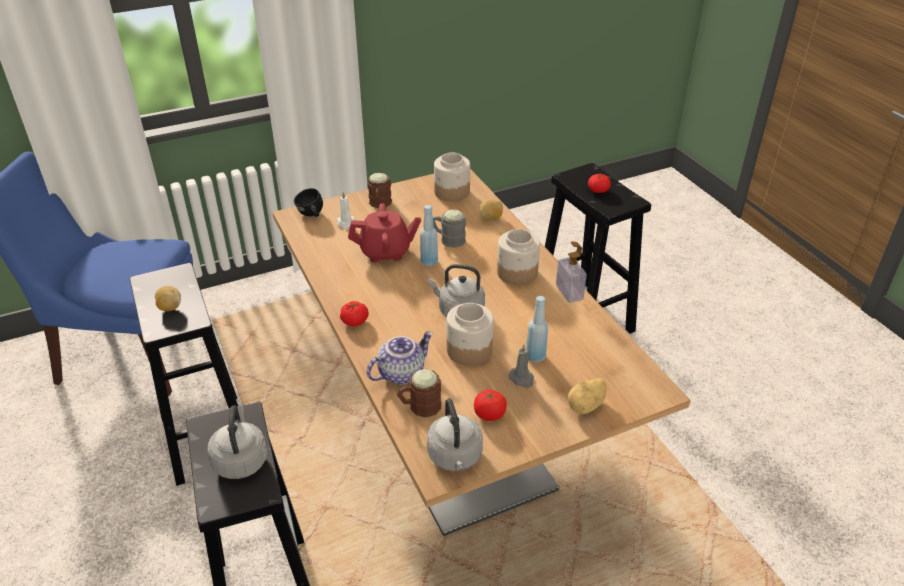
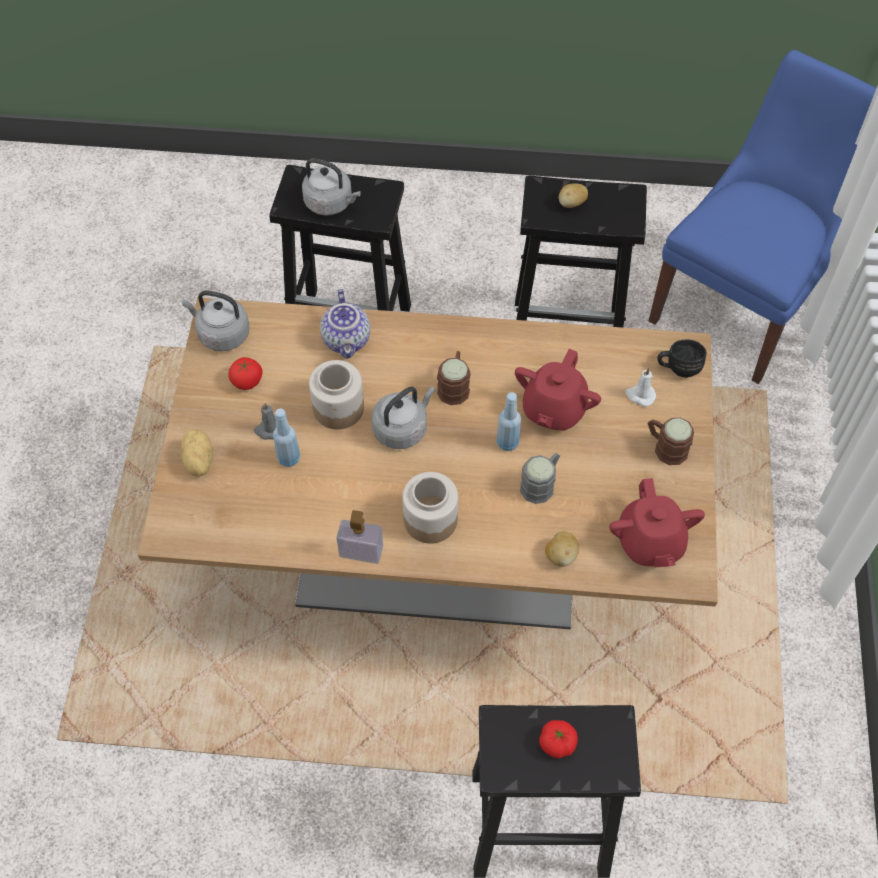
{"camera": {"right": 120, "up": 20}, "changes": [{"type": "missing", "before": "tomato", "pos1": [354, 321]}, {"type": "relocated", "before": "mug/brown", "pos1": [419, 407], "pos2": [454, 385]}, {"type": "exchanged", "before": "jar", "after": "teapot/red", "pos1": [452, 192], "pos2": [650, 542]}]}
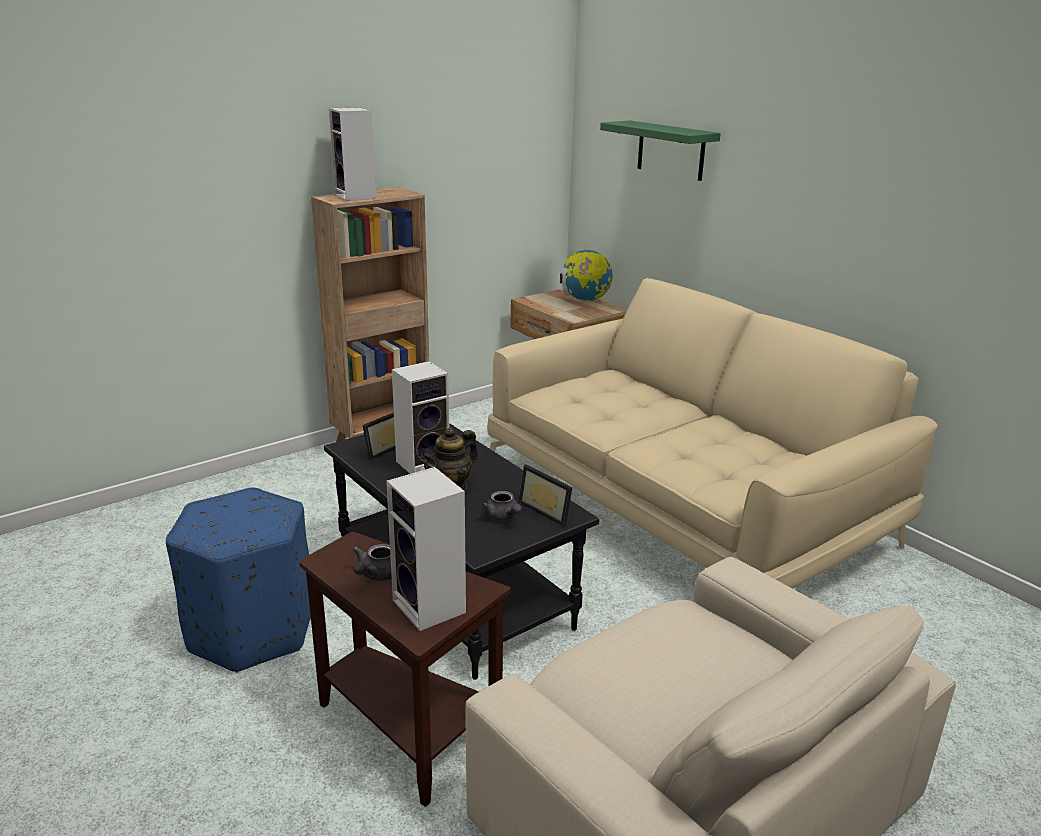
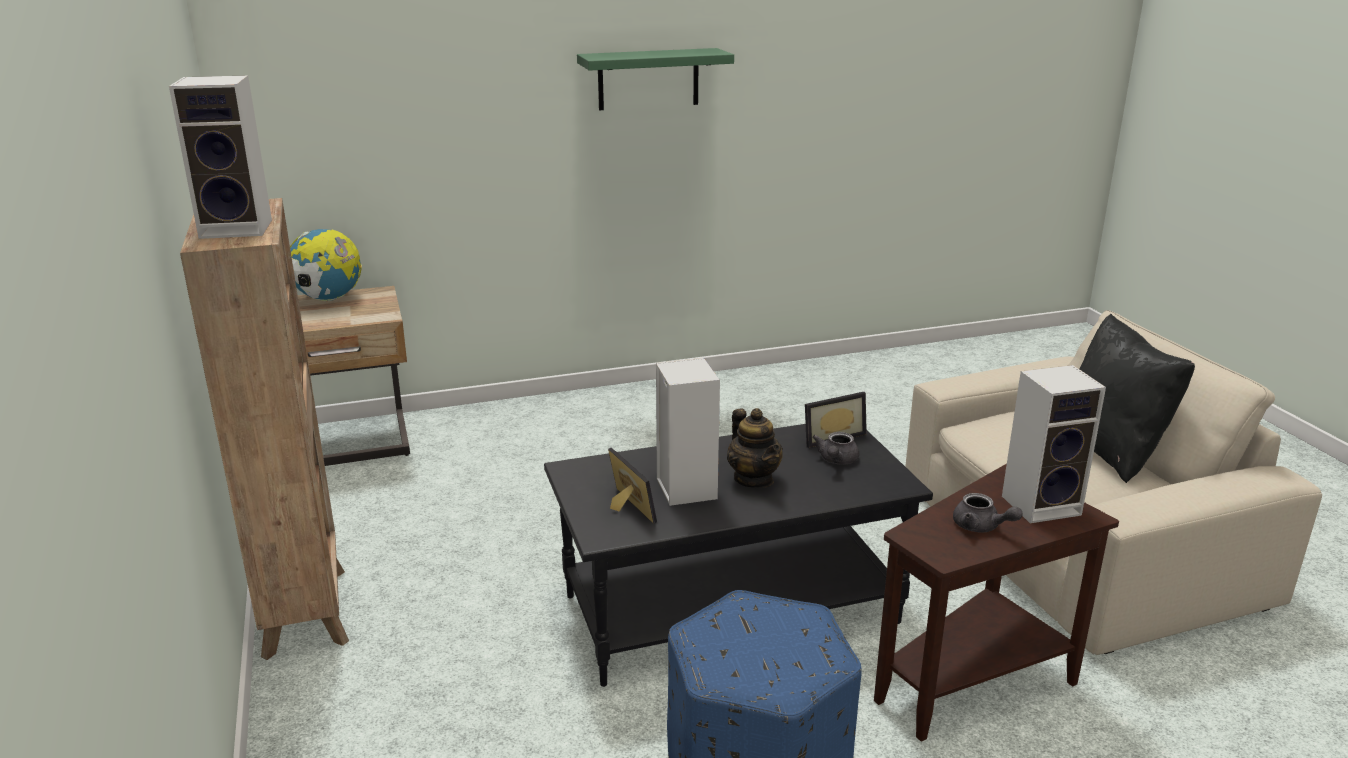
{"camera": {"right": -70, "up": 0}, "changes": [{"type": "spun", "before": "teapot/grey", "pos1": [503, 517], "pos2": [836, 460], "turn": 120}, {"type": "missing", "before": "sofa/beige", "pos1": [682, 507]}, {"type": "relocated", "before": "shelf/green", "pos1": [671, 150], "pos2": [648, 79]}, {"type": "appeared", "after": "pillow/black", "pos2": [1109, 449]}]}
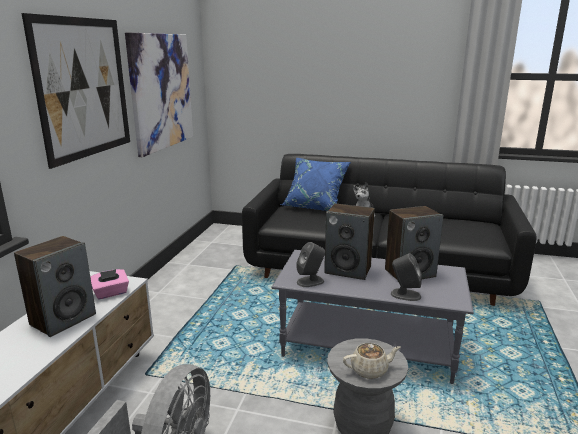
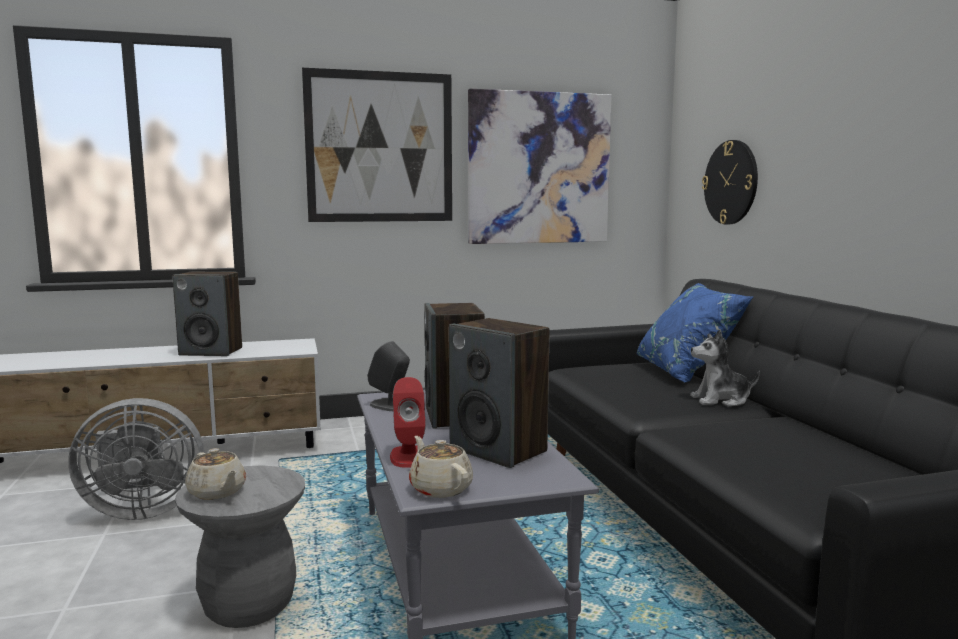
{"camera": {"right": 60, "up": -10}, "changes": [{"type": "missing", "before": "tissue box/pink", "pos1": [111, 293]}, {"type": "colour", "before": "speaker/grey", "after": "speaker/red", "pos1": [405, 295], "pos2": [409, 456]}, {"type": "appeared", "after": "teapot/beige", "pos2": [440, 488]}, {"type": "appeared", "after": "wall clock", "pos2": [731, 182]}]}
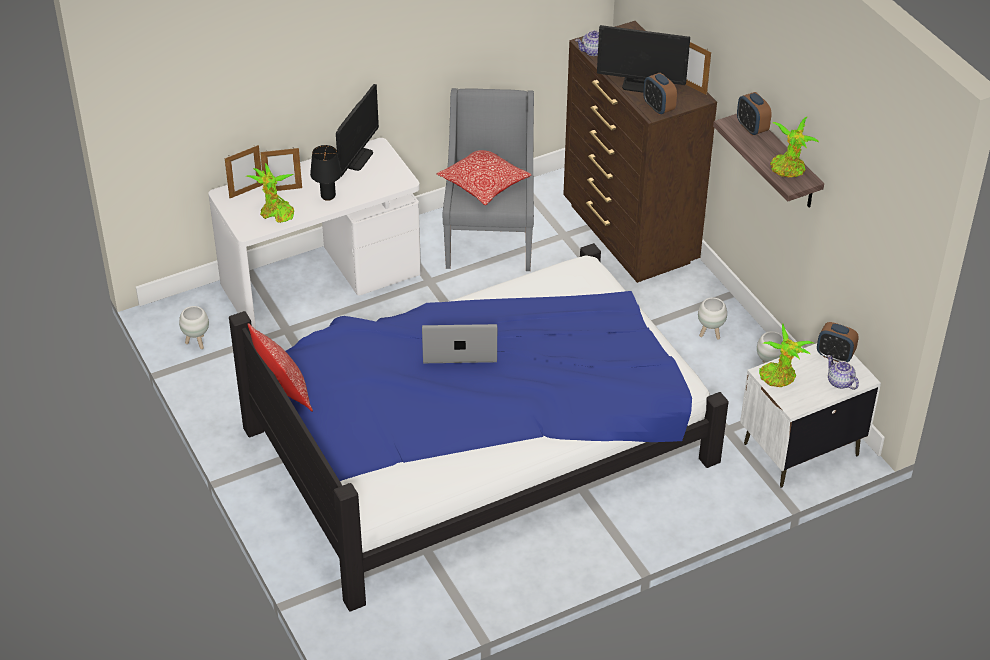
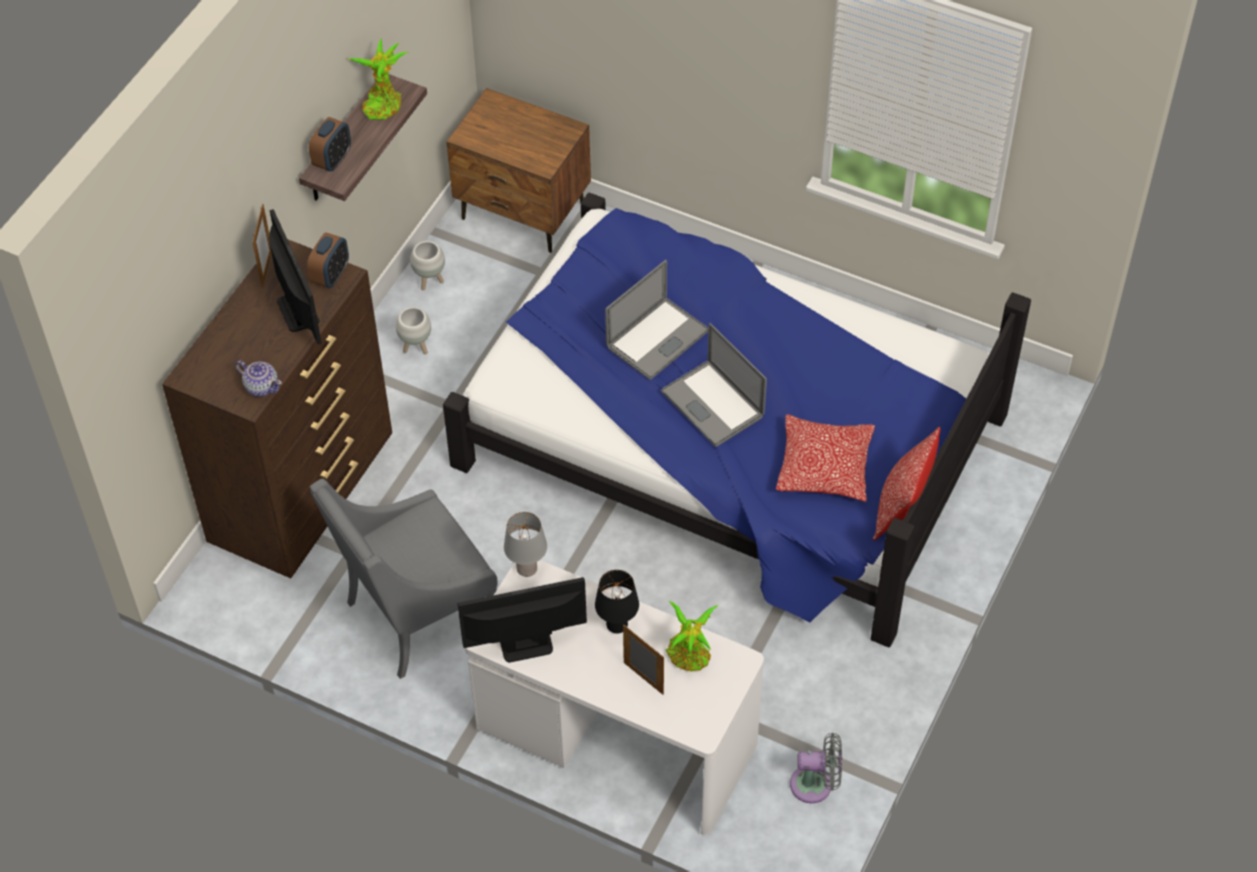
{"camera": {"right": -125, "up": 10}, "changes": [{"type": "exchanged", "before": "planter/white", "after": "fan/grey", "pos1": [197, 342], "pos2": [816, 784]}, {"type": "missing", "before": "picture frame", "pos1": [246, 191]}, {"type": "relocated", "before": "pillow", "pos1": [484, 184], "pos2": [824, 467]}, {"type": "colour", "before": "nightstand/white", "after": "nightstand/brown", "pos1": [800, 449], "pos2": [523, 212]}, {"type": "missing", "before": "potted plant", "pos1": [780, 377]}, {"type": "missing", "before": "alarm clock", "pos1": [834, 356]}, {"type": "missing", "before": "teapot", "pos1": [840, 382]}, {"type": "appeared", "after": "table lamp/grey", "pos2": [526, 569]}, {"type": "appeared", "after": "laptop", "pos2": [657, 339]}]}
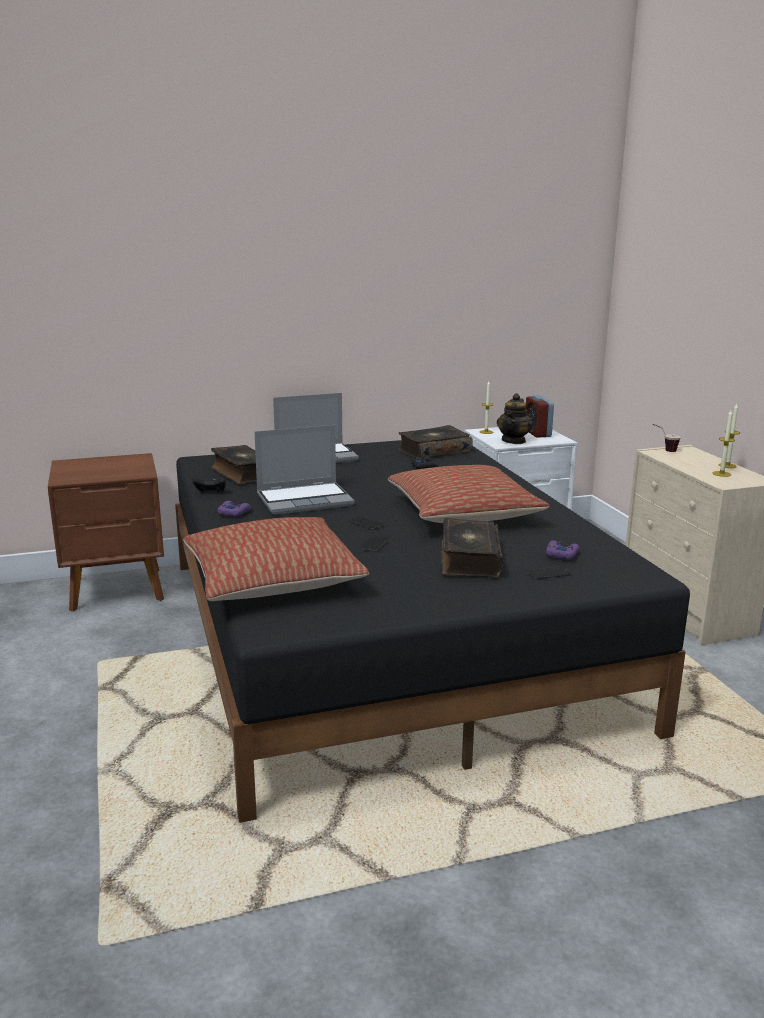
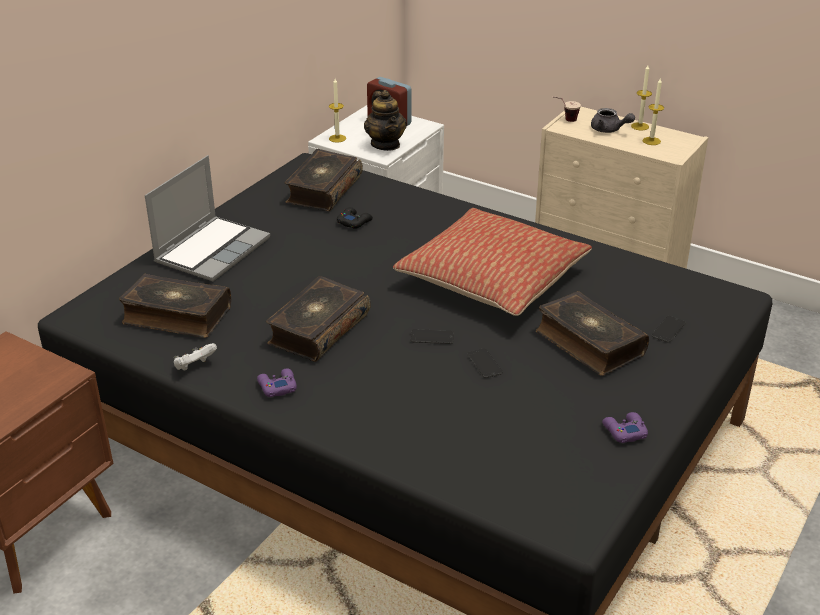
{"camera": {"right": -40, "up": 15}, "changes": [{"type": "missing", "before": "pillow", "pos1": [272, 580]}, {"type": "colour", "before": "game controller/black", "after": "game controller/white", "pos1": [210, 493], "pos2": [194, 366]}, {"type": "exchanged", "before": "laptop", "after": "book", "pos1": [305, 500], "pos2": [317, 329]}, {"type": "relocated", "before": "game controller/purple", "pos1": [561, 554], "pos2": [624, 431]}, {"type": "appeared", "after": "teapot/grey", "pos2": [609, 130]}]}
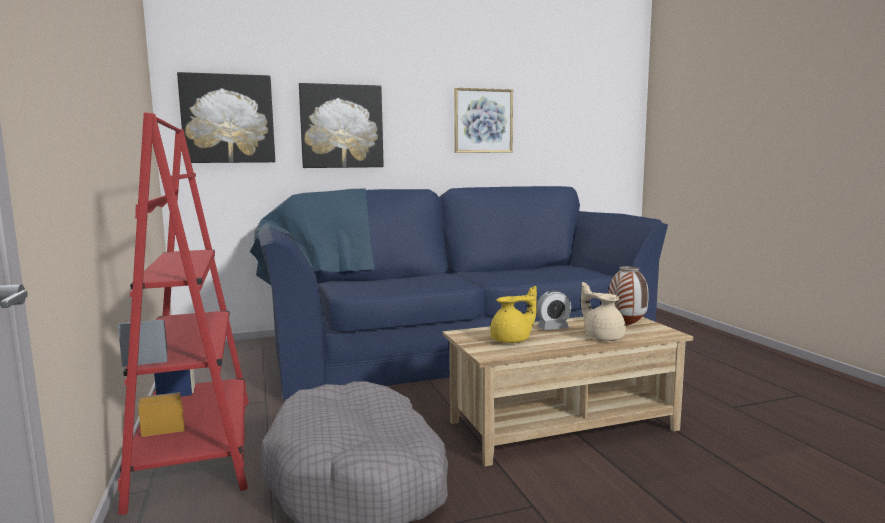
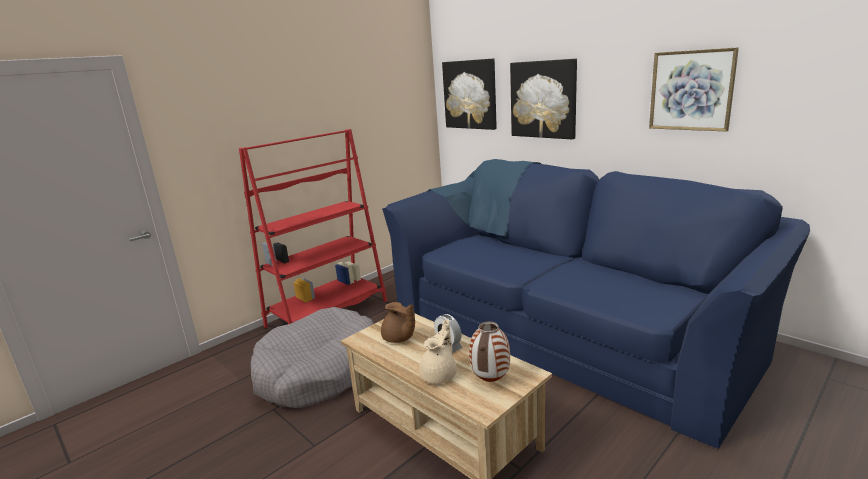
{"camera": {"right": 65, "up": 10}, "changes": [{"type": "colour", "before": "teapot/yellow", "after": "teapot/brown", "pos1": [512, 340], "pos2": [399, 338]}]}
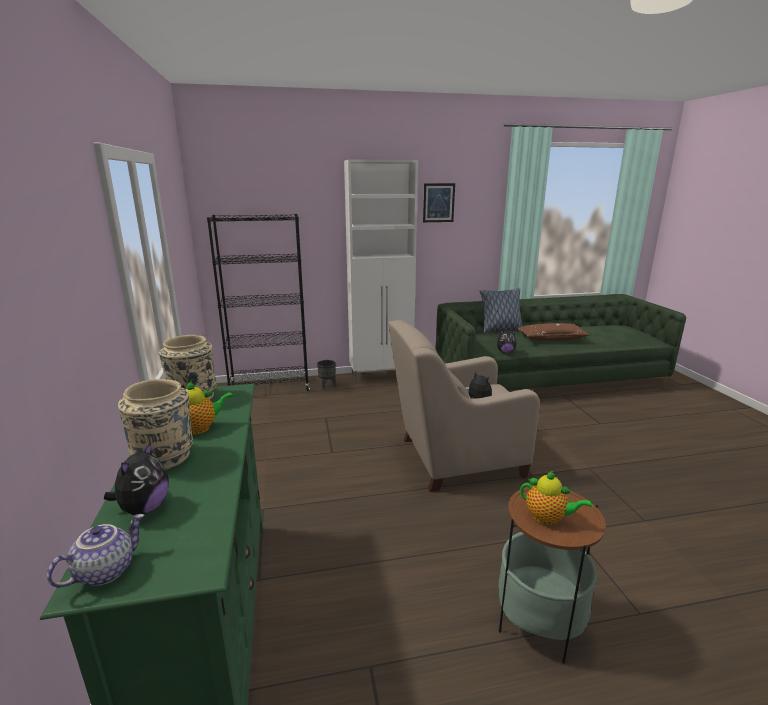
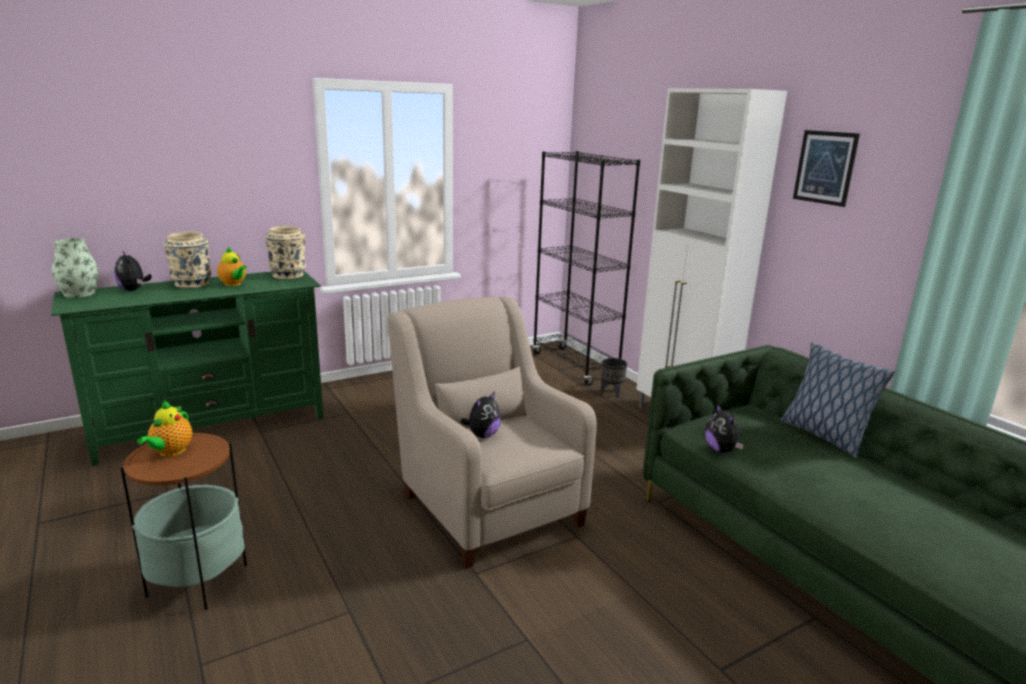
{"camera": {"right": 70, "up": 0}, "changes": [{"type": "exchanged", "before": "teapot", "after": "vase", "pos1": [105, 570], "pos2": [80, 293]}, {"type": "spun", "before": "plush toy", "pos1": [144, 508], "pos2": [133, 290], "turn": 60}, {"type": "missing", "before": "pillow/brown", "pos1": [551, 338]}]}
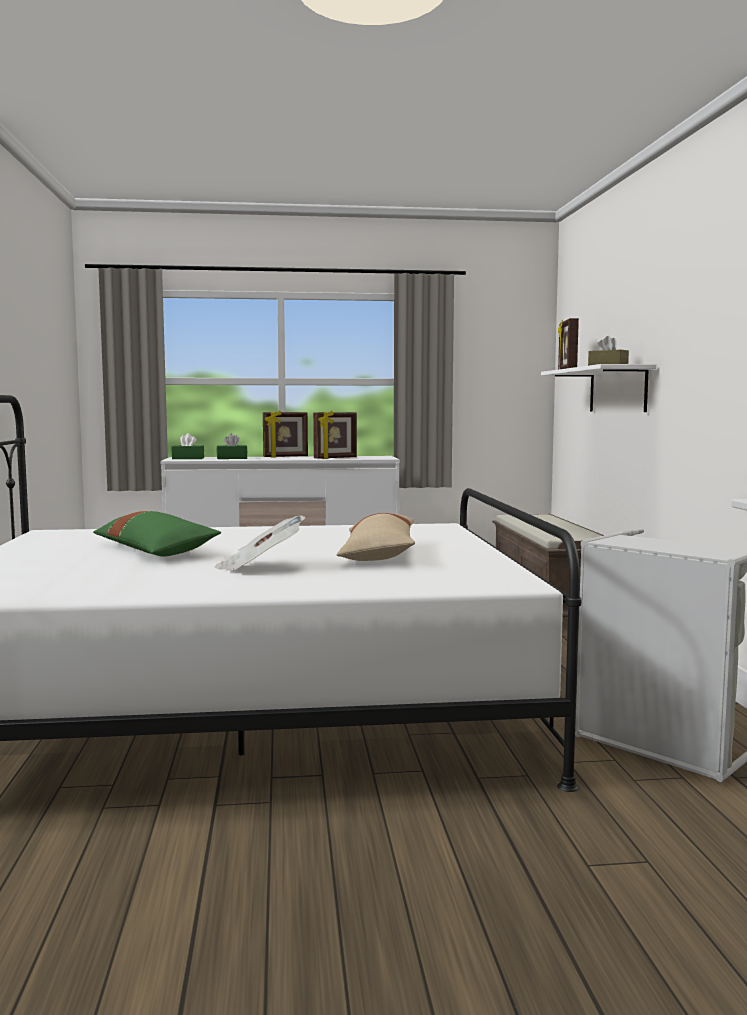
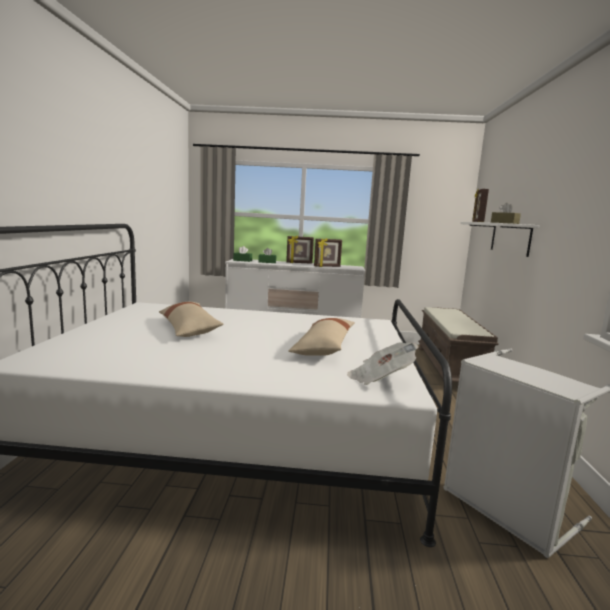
{"camera": {"right": 10, "up": 5}, "changes": [{"type": "colour", "before": "pillow/green", "after": "pillow/beige", "pos1": [155, 550], "pos2": [188, 328]}, {"type": "relocated", "before": "newspaper", "pos1": [259, 567], "pos2": [380, 379]}]}
